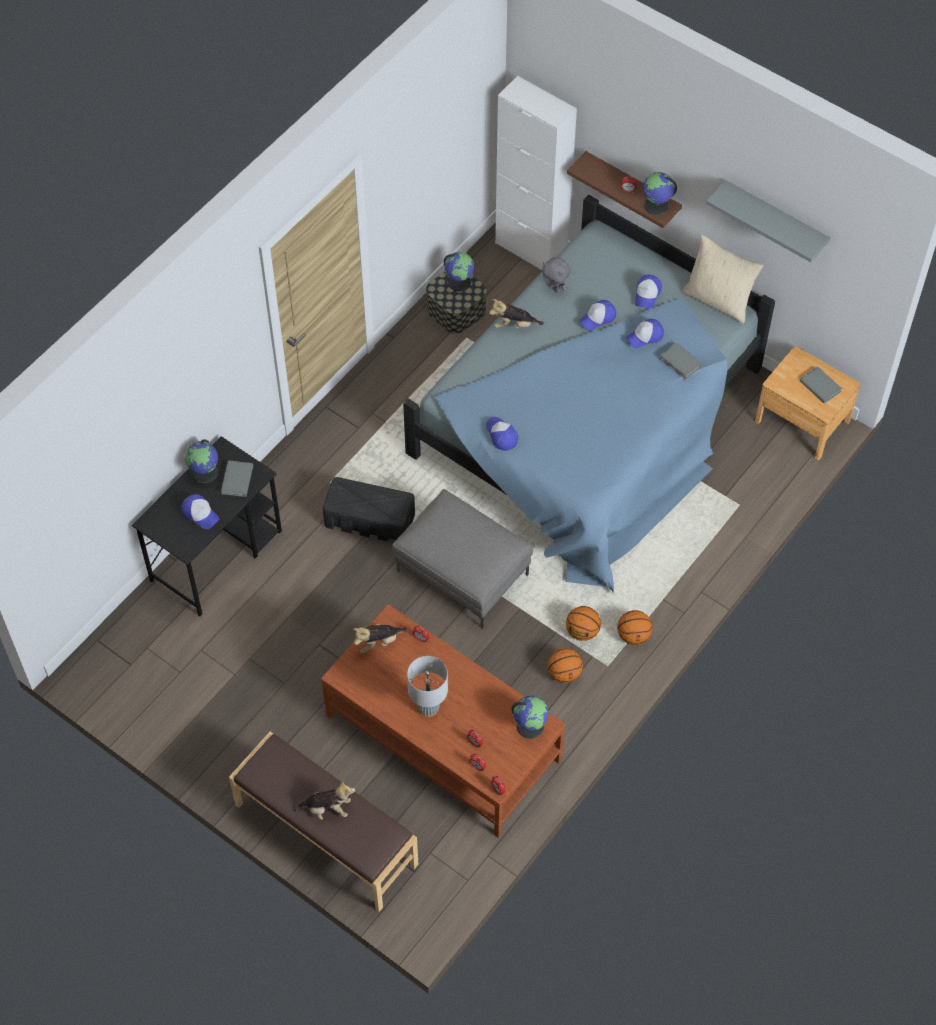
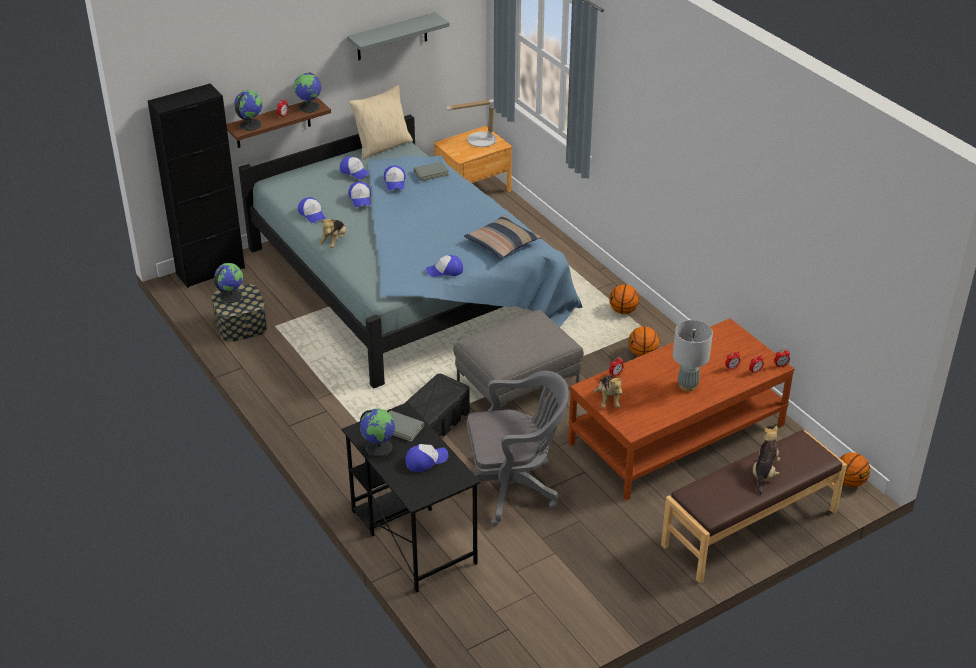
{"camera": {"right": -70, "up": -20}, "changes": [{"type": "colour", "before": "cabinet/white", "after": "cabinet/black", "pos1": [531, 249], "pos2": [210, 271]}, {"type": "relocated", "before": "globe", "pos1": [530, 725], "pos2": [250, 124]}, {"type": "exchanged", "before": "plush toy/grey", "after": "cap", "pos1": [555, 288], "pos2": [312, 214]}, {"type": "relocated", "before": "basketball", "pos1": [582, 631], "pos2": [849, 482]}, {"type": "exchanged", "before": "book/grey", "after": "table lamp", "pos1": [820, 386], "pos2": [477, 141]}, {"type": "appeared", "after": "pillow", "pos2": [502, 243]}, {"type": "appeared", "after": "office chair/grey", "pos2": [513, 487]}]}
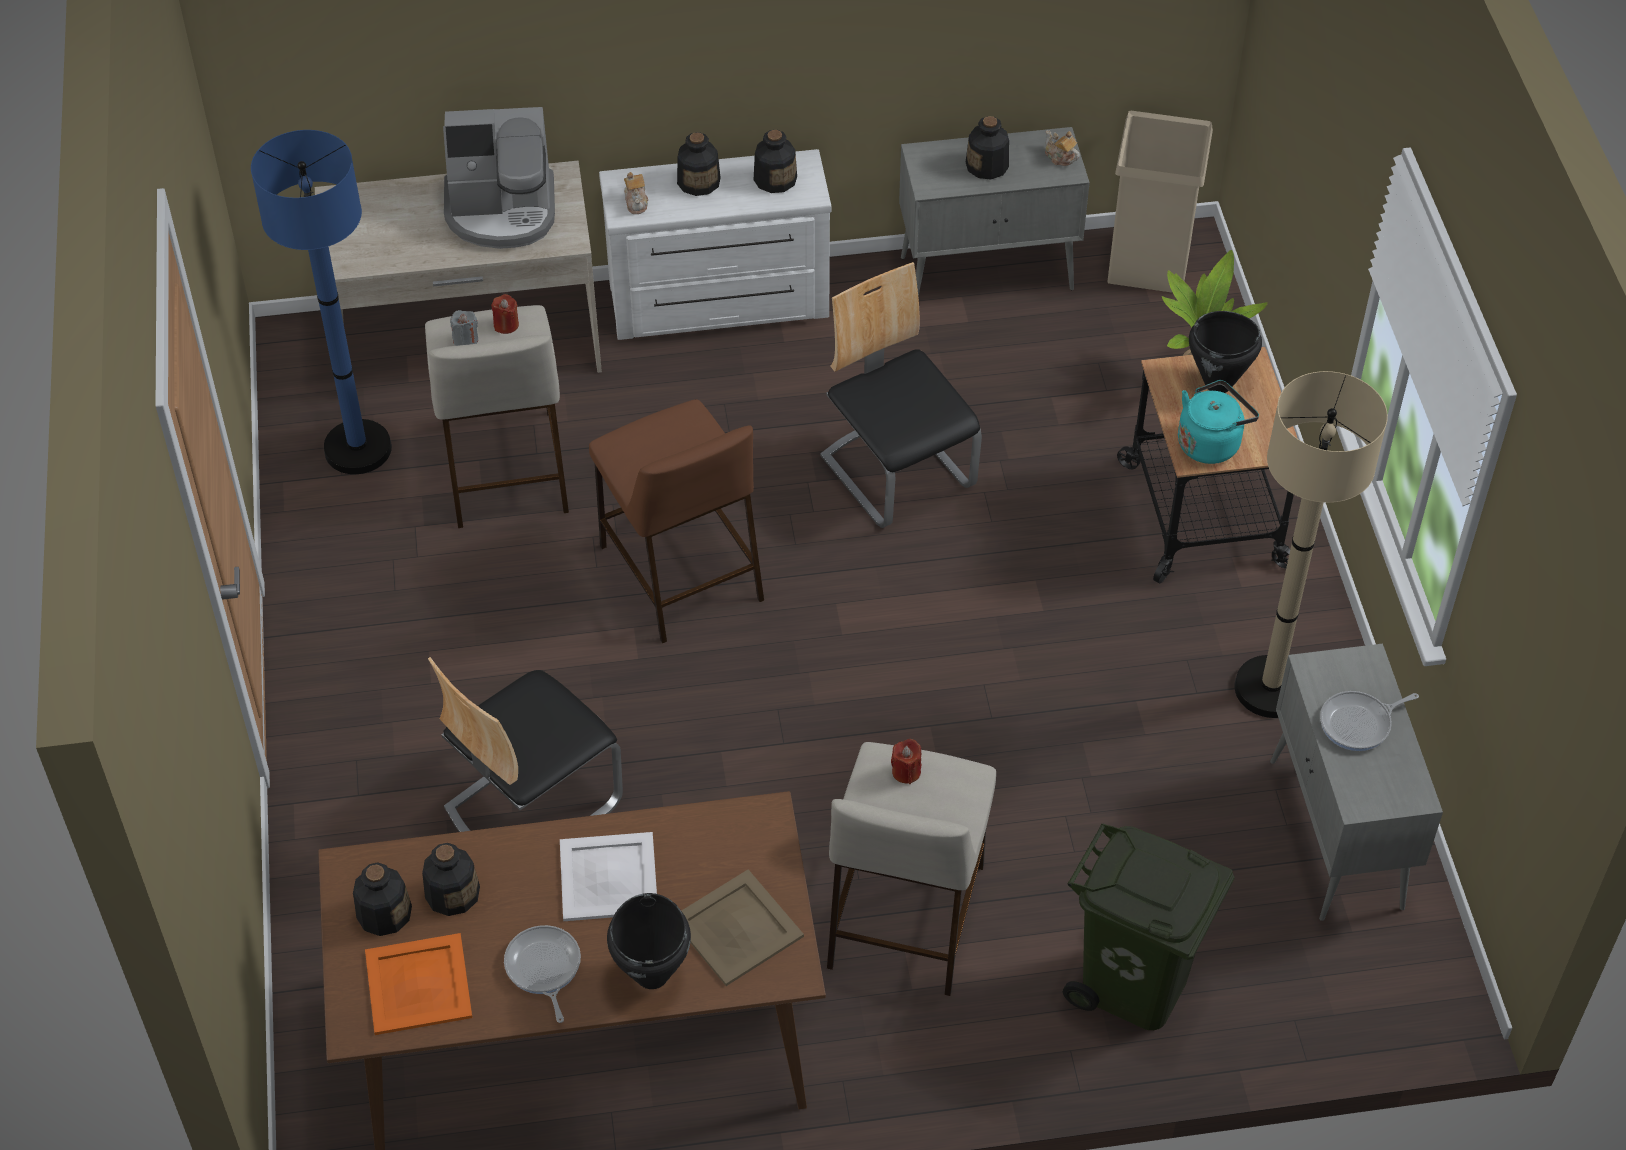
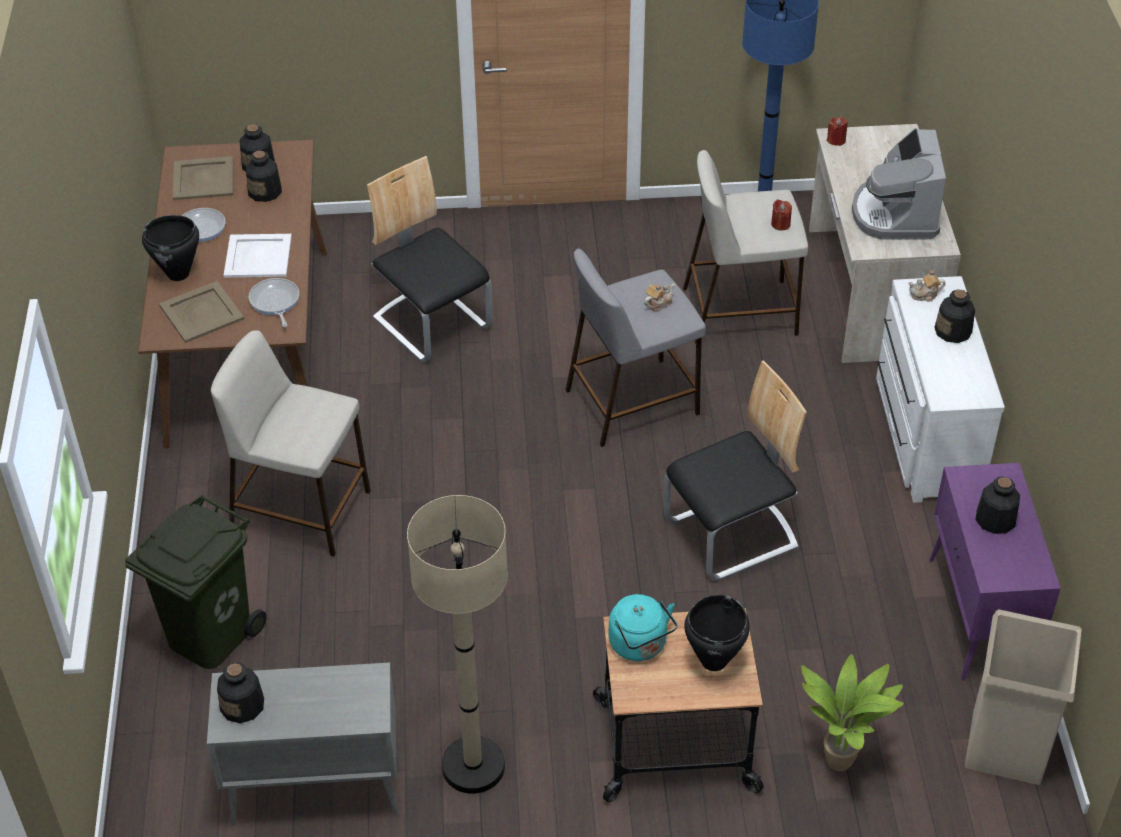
{"camera": {"right": 95, "up": -5}, "changes": [{"type": "colour", "before": "tray/orange", "after": "tray/beige", "pos1": [419, 983], "pos2": [204, 179]}, {"type": "missing", "before": "candle/grey", "pos1": [465, 340]}, {"type": "colour", "before": "stool/brown", "after": "stool/grey", "pos1": [679, 571], "pos2": [633, 401]}, {"type": "relocated", "before": "bottle", "pos1": [775, 179], "pos2": [243, 705]}, {"type": "relocated", "before": "candle/red", "pos1": [906, 771], "pos2": [836, 140]}, {"type": "colour", "before": "cabinet/grey", "after": "cabinet/purple", "pos1": [988, 273], "pos2": [978, 617]}, {"type": "relocated", "before": "teapot", "pos1": [1060, 157], "pos2": [658, 303]}, {"type": "relocated", "before": "frying pan", "pos1": [1359, 724], "pos2": [275, 302]}]}
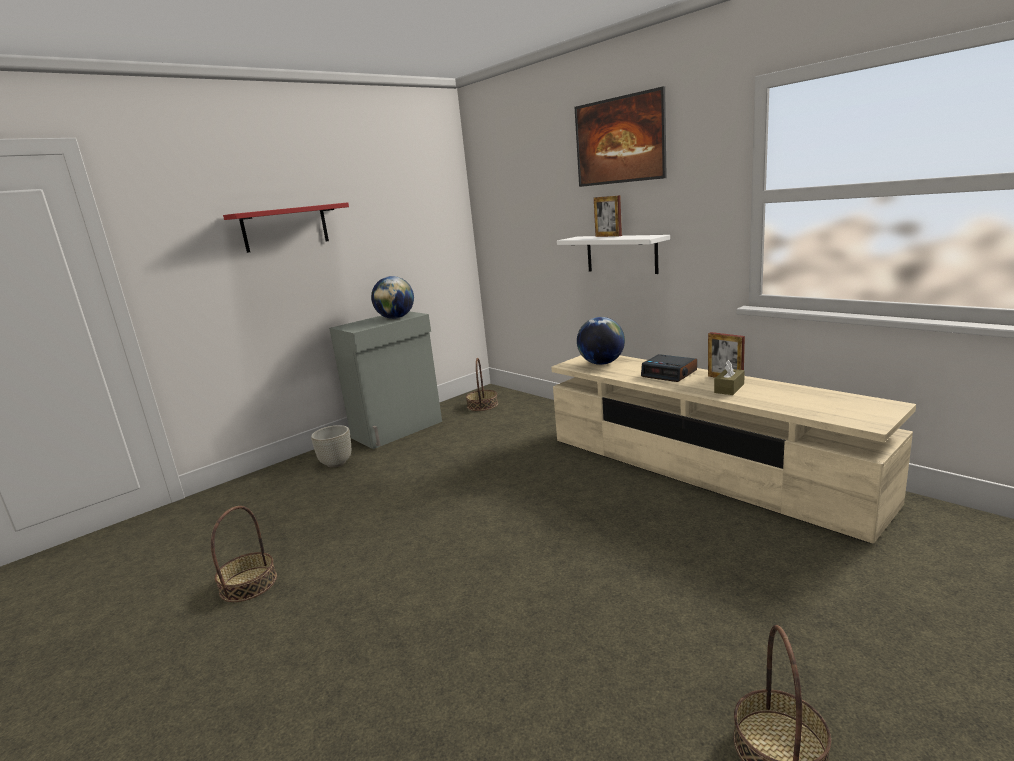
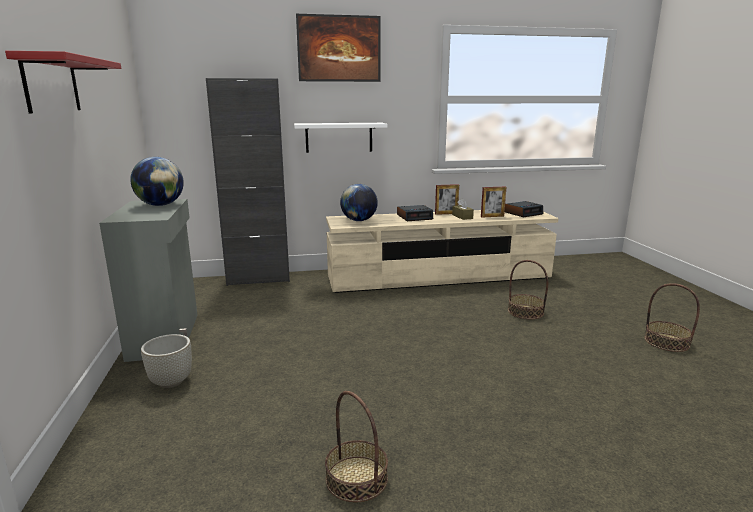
{"camera": {"right": -60, "up": 0}, "changes": [{"type": "relocated", "before": "basket", "pos1": [482, 405], "pos2": [525, 312]}, {"type": "relocated", "before": "picture frame", "pos1": [608, 236], "pos2": [492, 216]}, {"type": "appeared", "after": "cabinet/black", "pos2": [258, 279]}, {"type": "appeared", "after": "alarm clock", "pos2": [523, 213]}]}
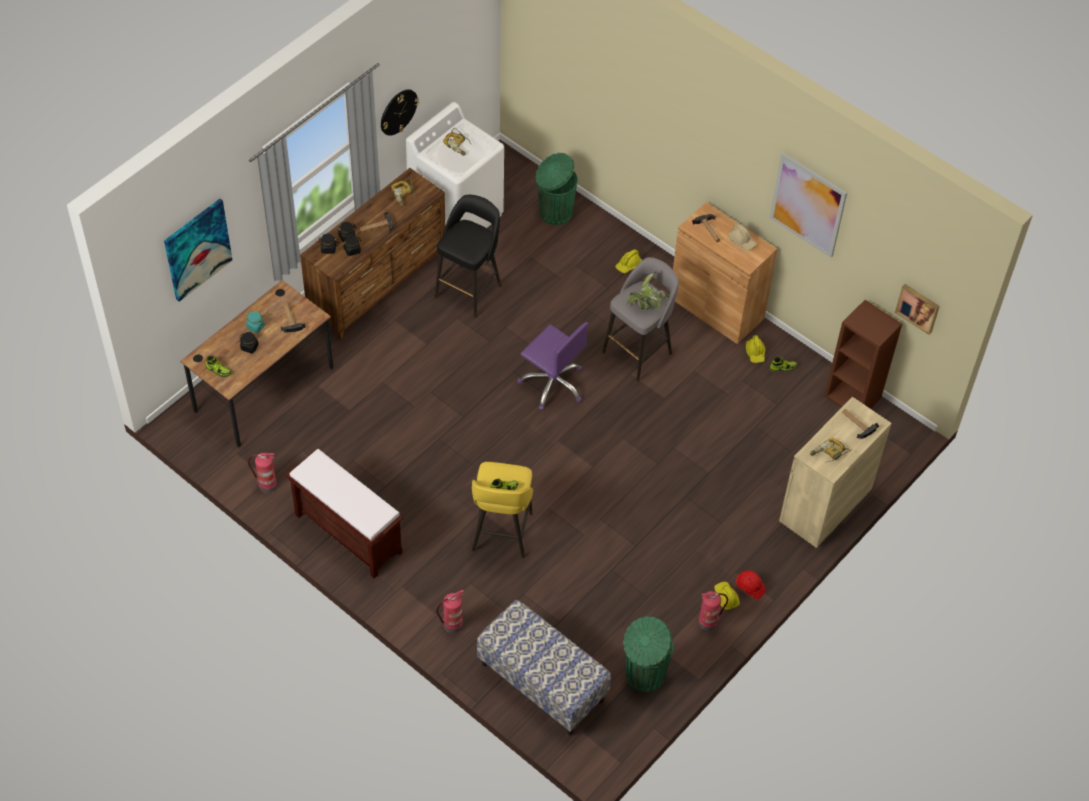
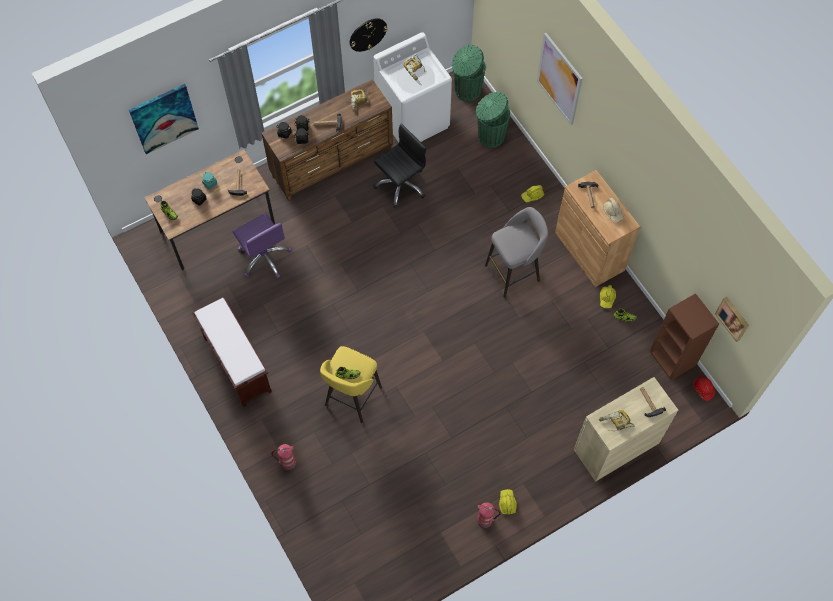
{"camera": {"right": 20, "up": 10}, "changes": [{"type": "missing", "before": "fire extinguisher", "pos1": [266, 485]}, {"type": "exchanged", "before": "stool/black", "after": "office chair/black", "pos1": [469, 290], "pos2": [400, 185]}, {"type": "missing", "before": "bench", "pos1": [541, 682]}, {"type": "relocated", "before": "office chair/purple", "pos1": [553, 383], "pos2": [264, 257]}, {"type": "relocated", "before": "trash can/green", "pos1": [644, 675], "pos2": [466, 90]}, {"type": "missing", "before": "potted plant", "pos1": [646, 305]}, {"type": "relocated", "before": "hard hat/red", "pos1": [749, 587], "pos2": [703, 389]}, {"type": "relocated", "before": "picture", "pos1": [808, 204], "pos2": [559, 79]}]}
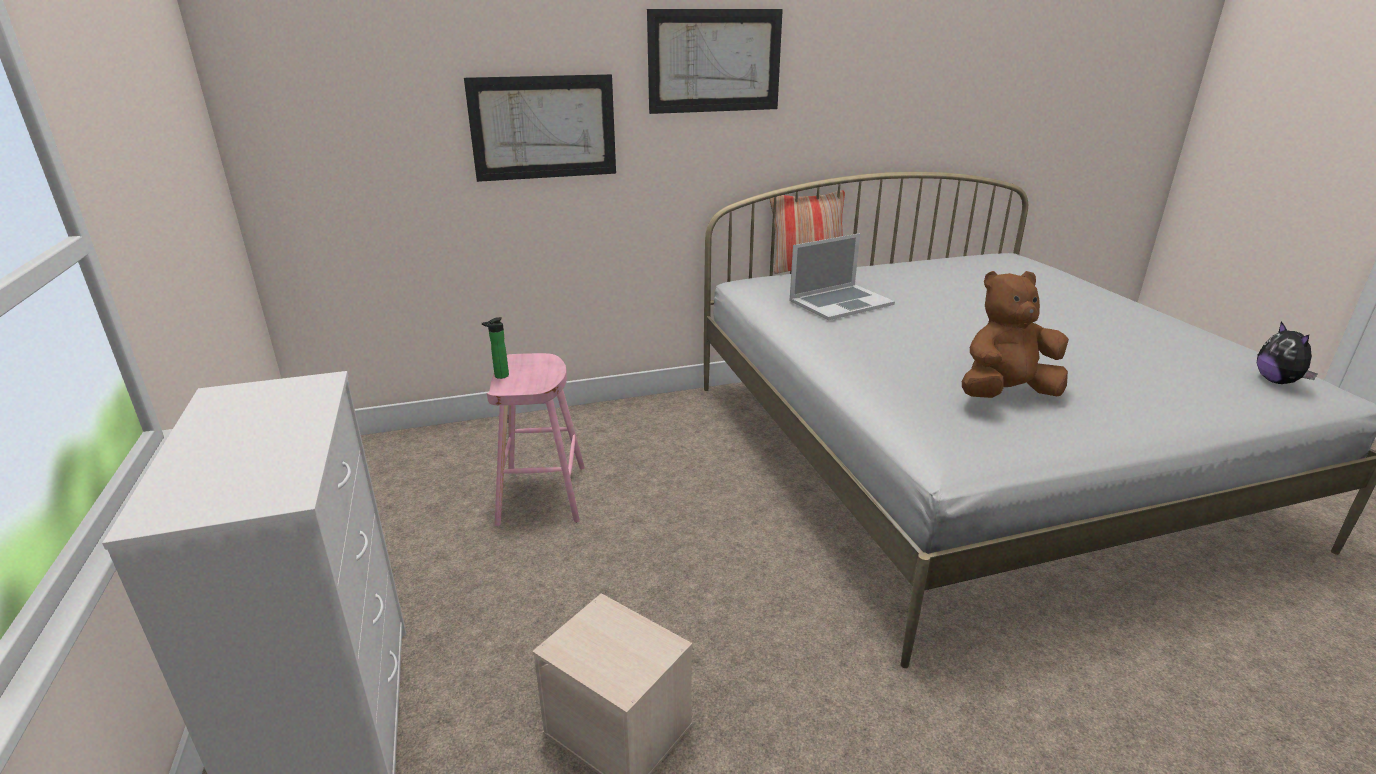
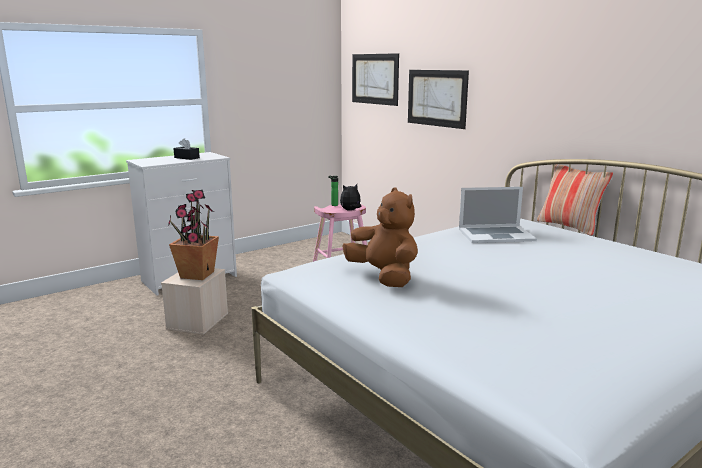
{"camera": {"right": 70, "up": -10}, "changes": [{"type": "relocated", "before": "picture", "pos1": [715, 61], "pos2": [374, 79]}, {"type": "spun", "before": "laptop", "pos1": [840, 302], "pos2": [496, 234], "turn": -45}, {"type": "relocated", "before": "plush toy", "pos1": [1277, 381], "pos2": [350, 210]}, {"type": "appeared", "after": "potted plant", "pos2": [196, 275]}, {"type": "appeared", "after": "tissue box/black", "pos2": [186, 158]}]}
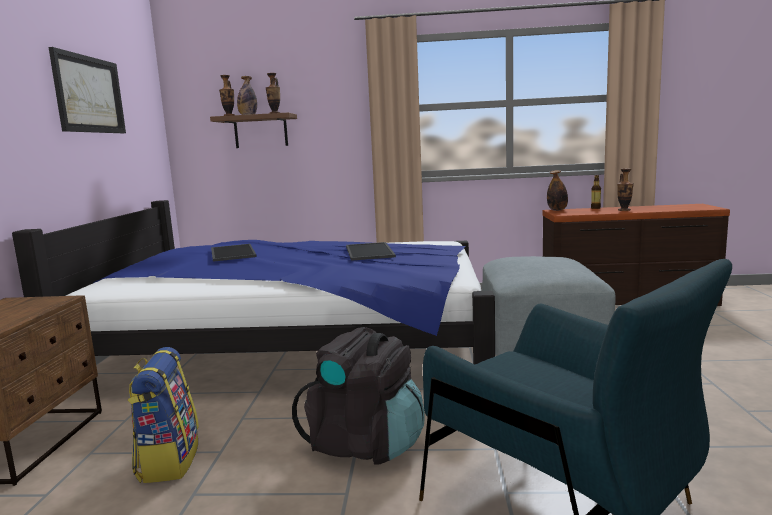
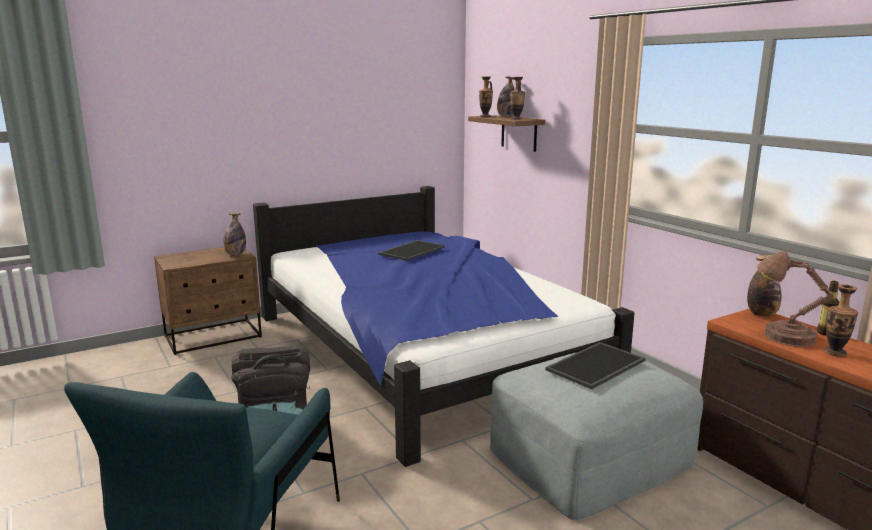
{"camera": {"right": 55, "up": 5}, "changes": [{"type": "missing", "before": "picture", "pos1": [89, 94]}, {"type": "missing", "before": "backpack", "pos1": [168, 461]}, {"type": "relocated", "before": "tray", "pos1": [370, 252], "pos2": [596, 366]}, {"type": "appeared", "after": "bottle", "pos2": [235, 254]}, {"type": "appeared", "after": "table lamp/brown", "pos2": [784, 337]}]}
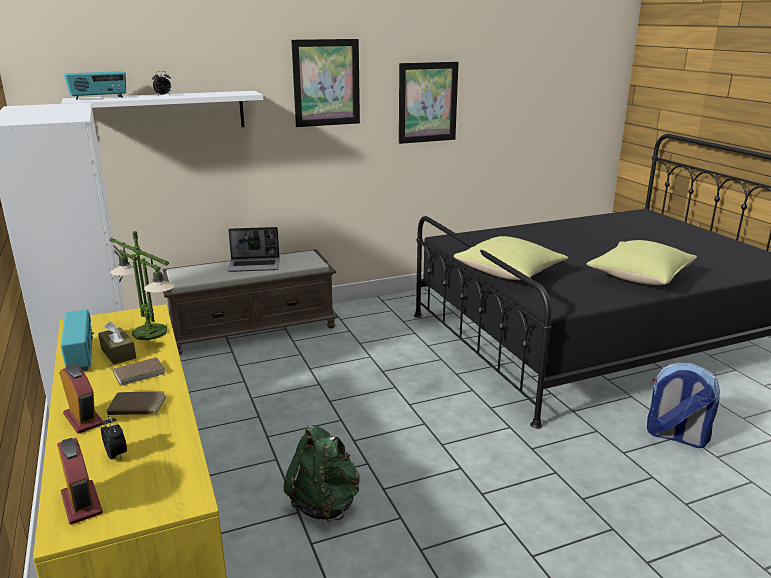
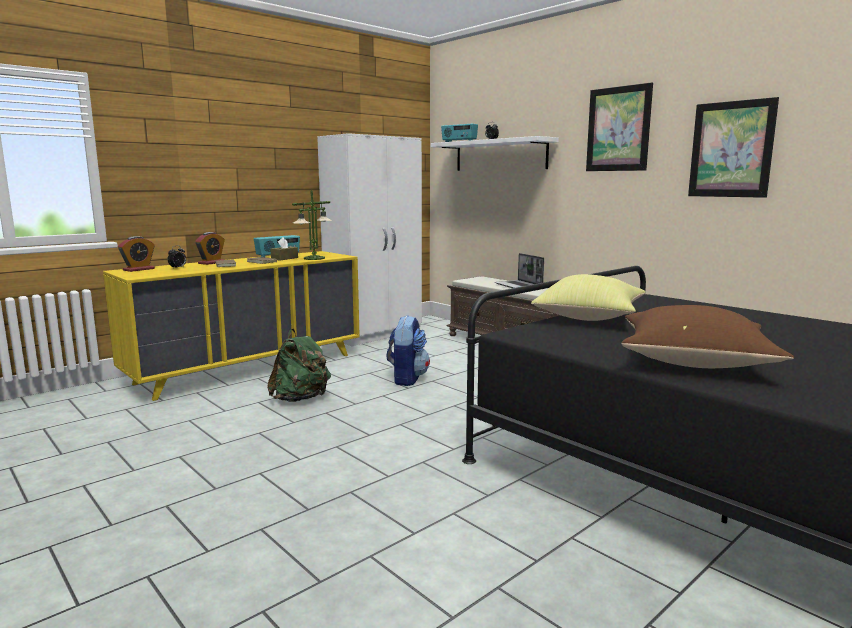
{"camera": {"right": 70, "up": -10}, "changes": [{"type": "colour", "before": "pillow/yellow", "after": "pillow/brown", "pos1": [639, 278], "pos2": [695, 362]}, {"type": "relocated", "before": "backpack", "pos1": [675, 436], "pos2": [407, 378]}]}
